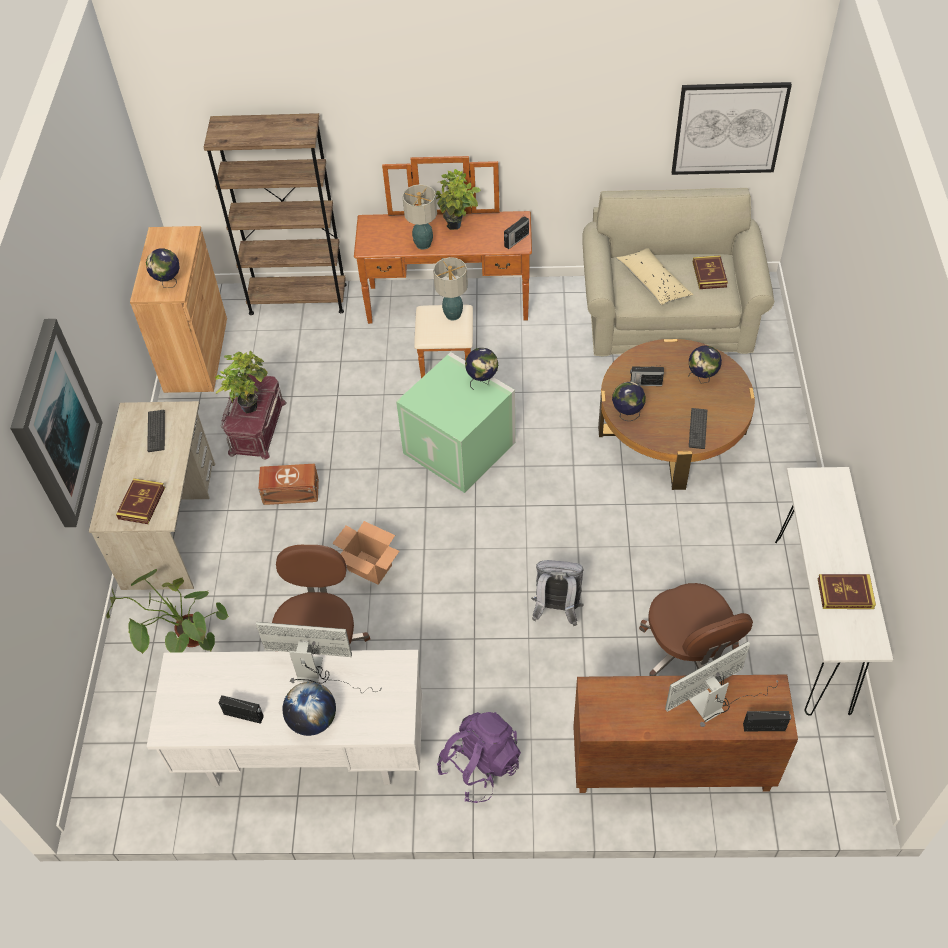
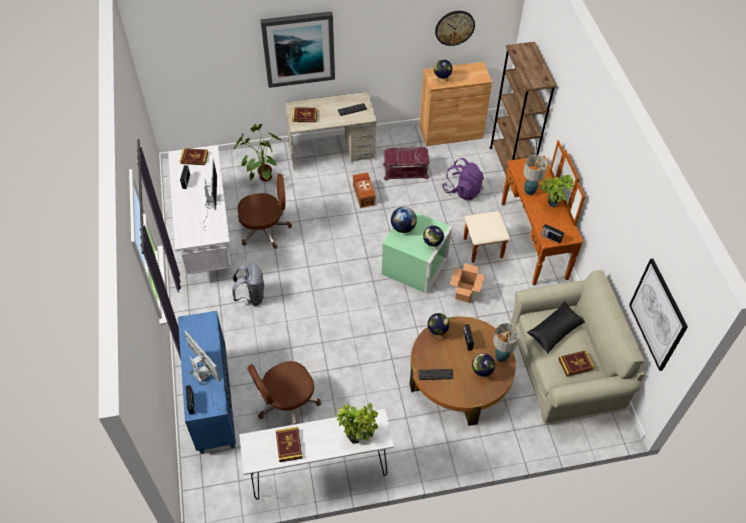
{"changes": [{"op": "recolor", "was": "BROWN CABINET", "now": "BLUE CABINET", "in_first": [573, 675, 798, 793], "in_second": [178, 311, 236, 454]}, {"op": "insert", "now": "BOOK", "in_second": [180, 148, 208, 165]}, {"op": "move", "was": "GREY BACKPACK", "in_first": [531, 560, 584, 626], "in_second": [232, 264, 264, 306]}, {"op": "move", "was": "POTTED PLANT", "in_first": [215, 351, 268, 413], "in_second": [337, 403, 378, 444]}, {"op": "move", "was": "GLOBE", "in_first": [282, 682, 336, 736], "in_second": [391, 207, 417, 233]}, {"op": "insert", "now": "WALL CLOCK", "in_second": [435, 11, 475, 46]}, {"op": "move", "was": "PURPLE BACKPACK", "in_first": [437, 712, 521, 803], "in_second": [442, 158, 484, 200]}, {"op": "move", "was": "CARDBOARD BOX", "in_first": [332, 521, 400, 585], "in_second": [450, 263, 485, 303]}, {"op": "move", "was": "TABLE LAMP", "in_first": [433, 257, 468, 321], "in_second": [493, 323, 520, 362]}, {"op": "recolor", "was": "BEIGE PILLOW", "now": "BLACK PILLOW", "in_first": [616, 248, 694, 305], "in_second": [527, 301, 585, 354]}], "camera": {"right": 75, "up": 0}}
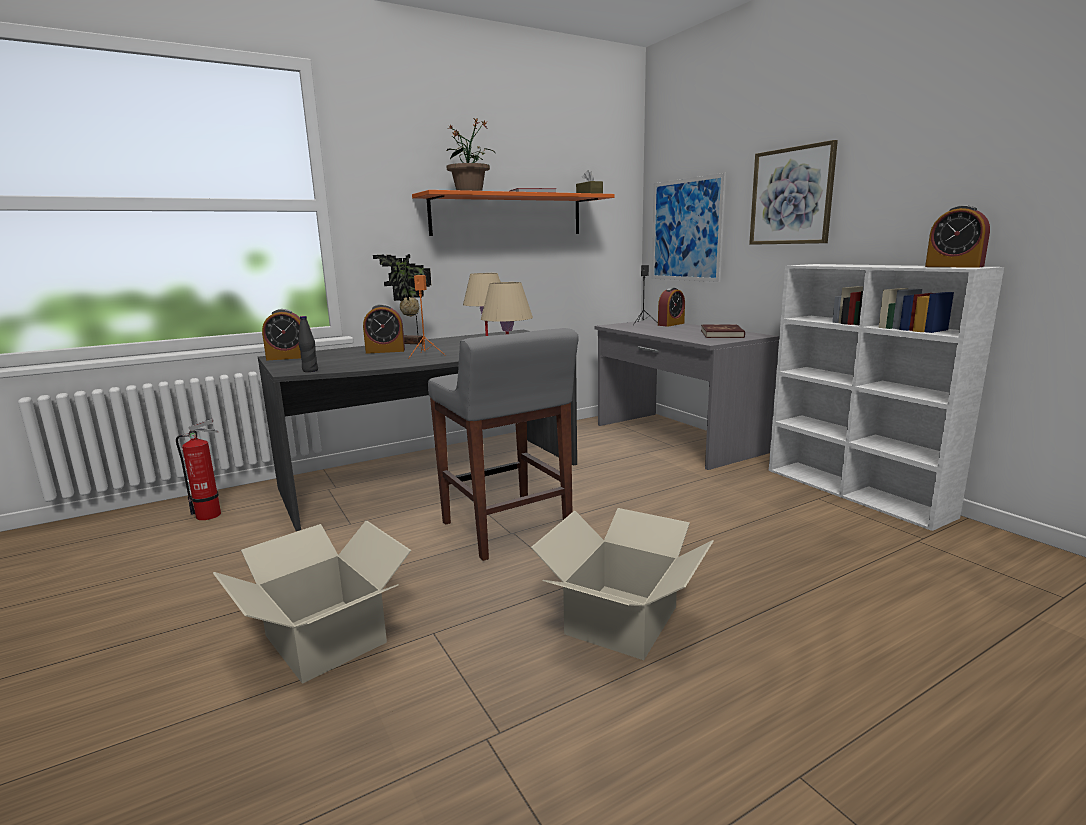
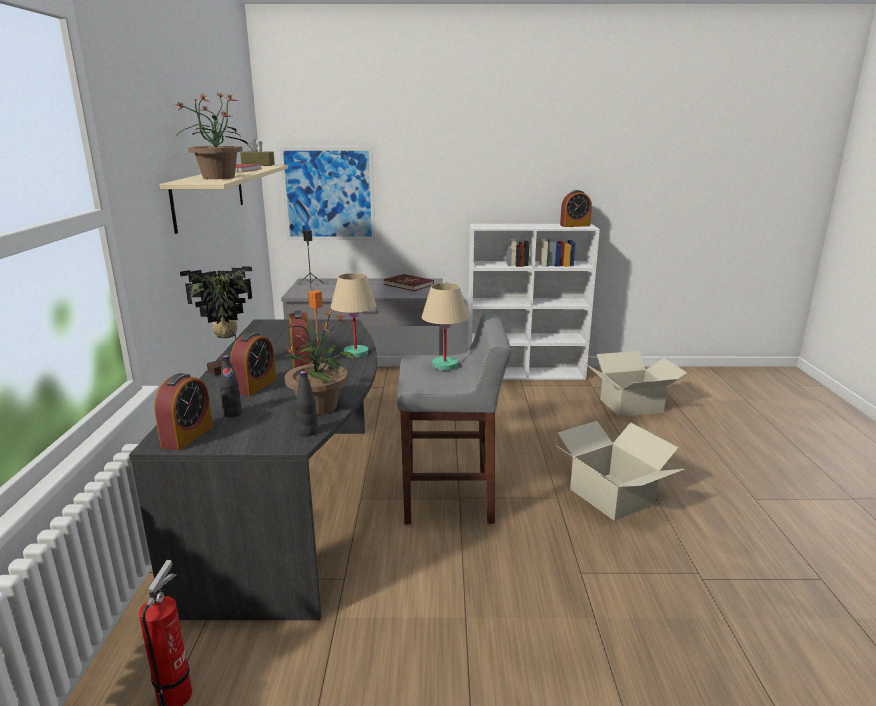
{"changes": [{"op": "recolor", "was": "ORANGE SHELF", "now": "BEIGE SHELF", "in_first": [412, 190, 614, 236], "in_second": [159, 165, 288, 234]}, {"op": "insert", "now": "BLACK BOTTLE", "in_second": [220, 355, 242, 417]}, {"op": "insert", "now": "POTTED PLANT", "in_second": [284, 309, 356, 415]}, {"op": "move", "was": "ALARM CLOCK", "in_first": [658, 288, 685, 327], "in_second": [289, 310, 311, 368]}, {"op": "move", "was": "CARDBOARD BOX", "in_first": [213, 521, 412, 684], "in_second": [586, 351, 687, 417]}, {"op": "delete", "was": "PICTURE", "in_first": [749, 140, 838, 245]}], "camera": {"right": -60, "up": 5}}
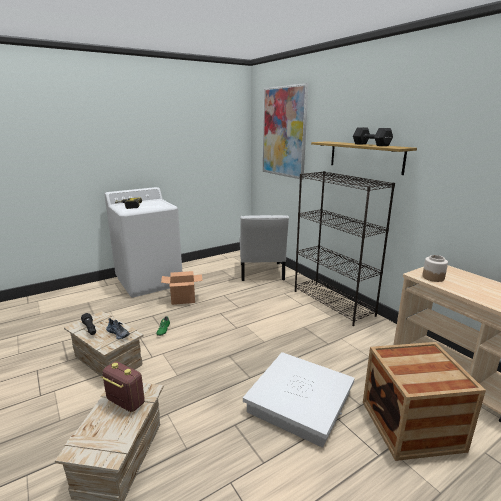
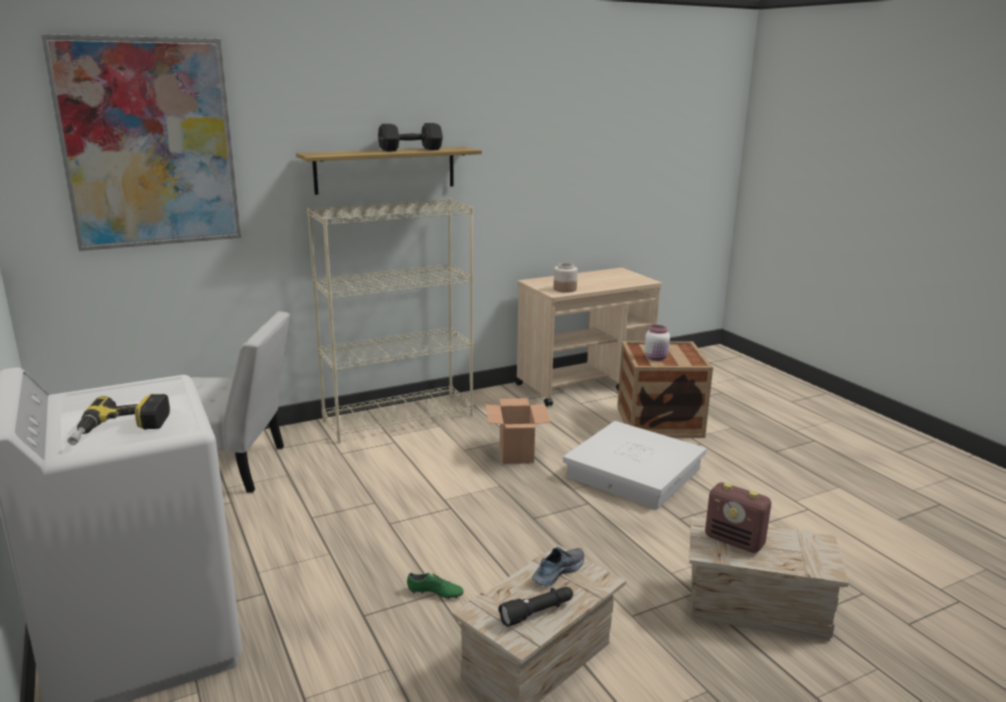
{"changes": [{"op": "recolor", "was": "BLACK BOOKCASE", "now": "BEIGE BOOKCASE", "in_first": [295, 171, 395, 326], "in_second": [307, 198, 473, 443]}, {"op": "move", "was": "CARDBOARD BOX", "in_first": [161, 271, 202, 305], "in_second": [485, 398, 551, 464]}, {"op": "insert", "now": "WHITE JAR", "in_second": [644, 325, 670, 361]}, {"op": "rotate", "was": "RADIO", "in_first": [101, 361, 145, 412], "in_second": [705, 482, 771, 553], "clockwise": -90}], "camera": {"right": -85, "up": 0}}
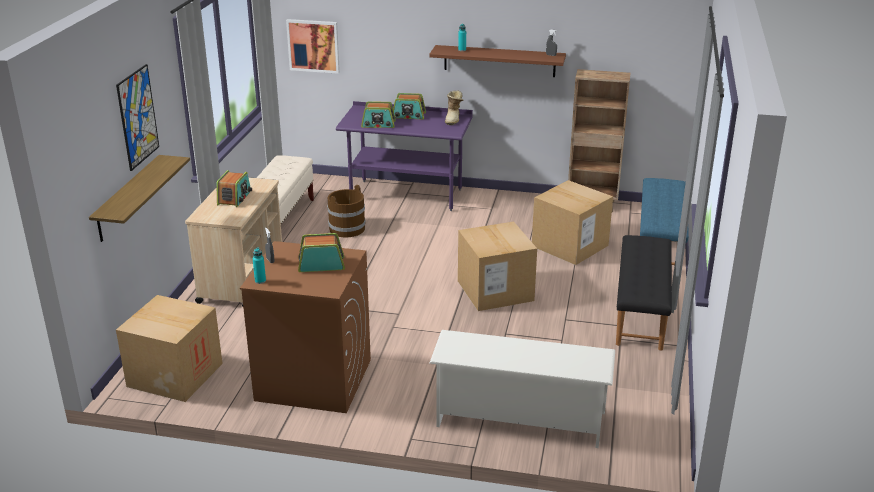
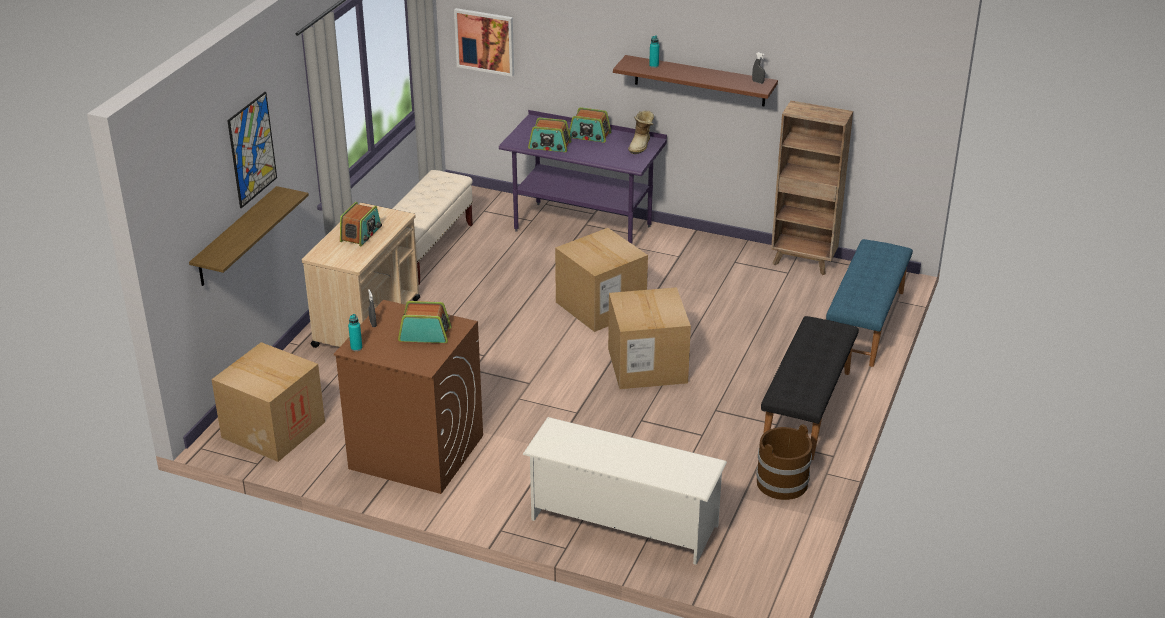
{"changes": [{"op": "move", "was": "CARDBOARD BOX", "in_first": [532, 180, 613, 265], "in_second": [555, 228, 648, 332]}, {"op": "move", "was": "BROWN BUCKET", "in_first": [327, 185, 366, 237], "in_second": [756, 424, 812, 500]}], "camera": {"right": 10, "up": 5}}
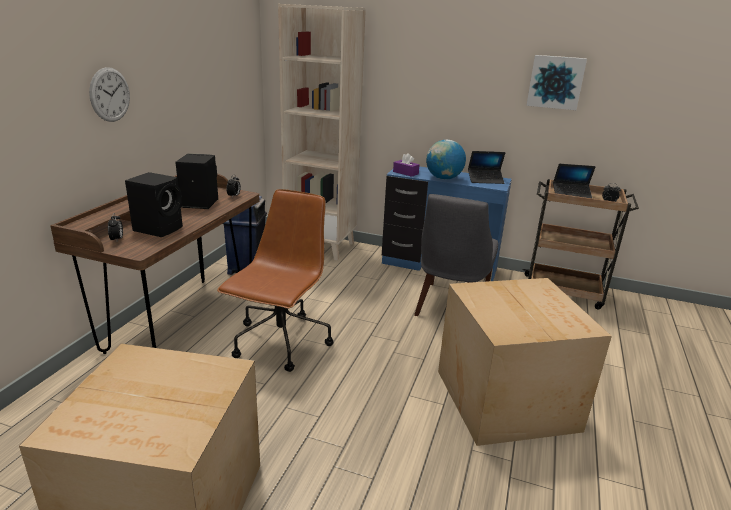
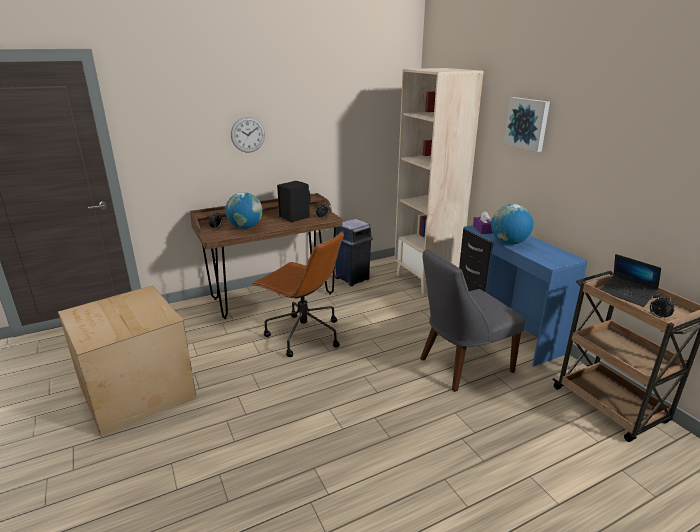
{"changes": [{"op": "replace", "was": "BLACK SPEAKER", "now": "GLOBE", "in_first": [125, 172, 183, 237], "in_second": [225, 192, 263, 229]}, {"op": "rotate", "was": "BROWN OFFICE CHAIR", "in_first": [217, 189, 334, 372], "in_second": [252, 231, 344, 357], "clockwise": 60}, {"op": "move", "was": "PICTURE", "in_first": [526, 55, 587, 110], "in_second": [504, 97, 550, 152]}, {"op": "delete", "was": "CARDBOARD BOX", "in_first": [438, 278, 612, 446]}, {"op": "delete", "was": "LAPTOP", "in_first": [468, 151, 505, 184]}], "camera": {"right": 45, "up": 0}}
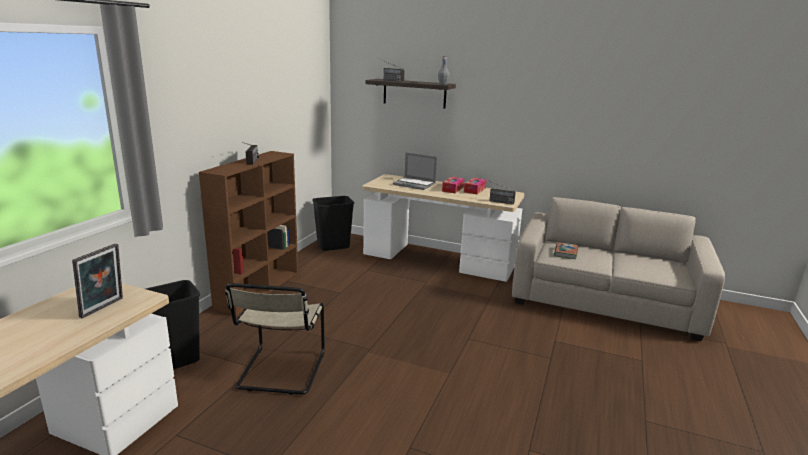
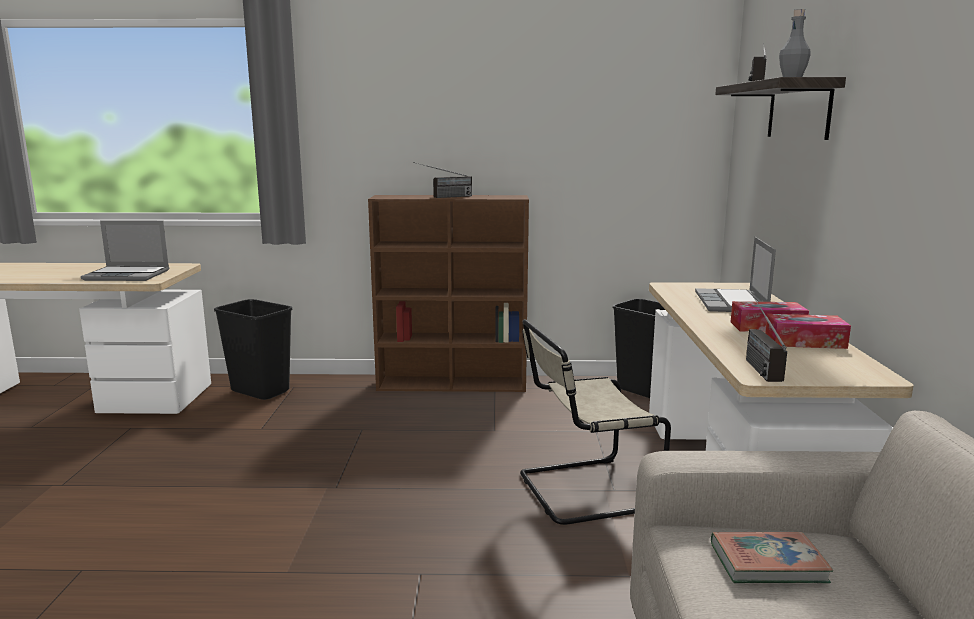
{"changes": [{"op": "replace", "was": "PICTURE FRAME", "now": "LAPTOP", "in_first": [72, 243, 123, 318], "in_second": [81, 220, 169, 281]}, {"op": "move", "was": "BEIGE CHAIR", "in_first": [225, 283, 325, 395], "in_second": [520, 319, 671, 525]}], "camera": {"right": 70, "up": -5}}
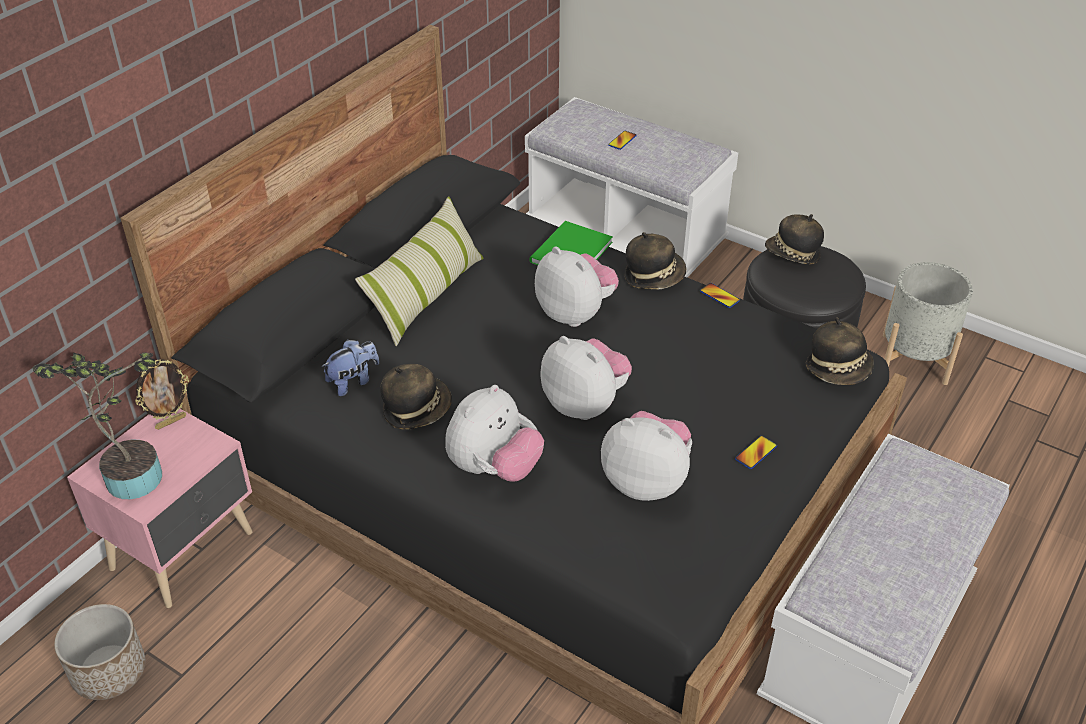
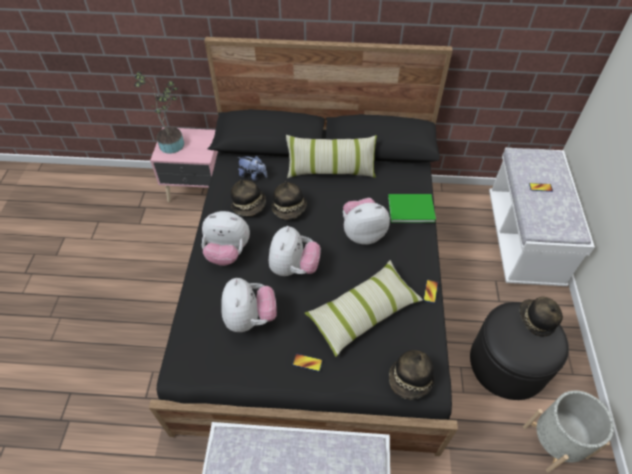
{"changes": [{"op": "move", "was": "HAT", "in_first": [625, 232, 686, 289], "in_second": [272, 181, 307, 220]}, {"op": "insert", "now": "PILLOW", "in_second": [305, 260, 423, 357]}, {"op": "rotate", "was": "PLUSH TOY", "in_first": [535, 247, 619, 327], "in_second": [343, 198, 390, 245], "clockwise": -120}, {"op": "delete", "was": "PLANTER", "in_first": [54, 604, 146, 700]}, {"op": "delete", "was": "PICTURE FRAME", "in_first": [135, 359, 189, 430]}], "camera": {"right": 60, "up": 10}}
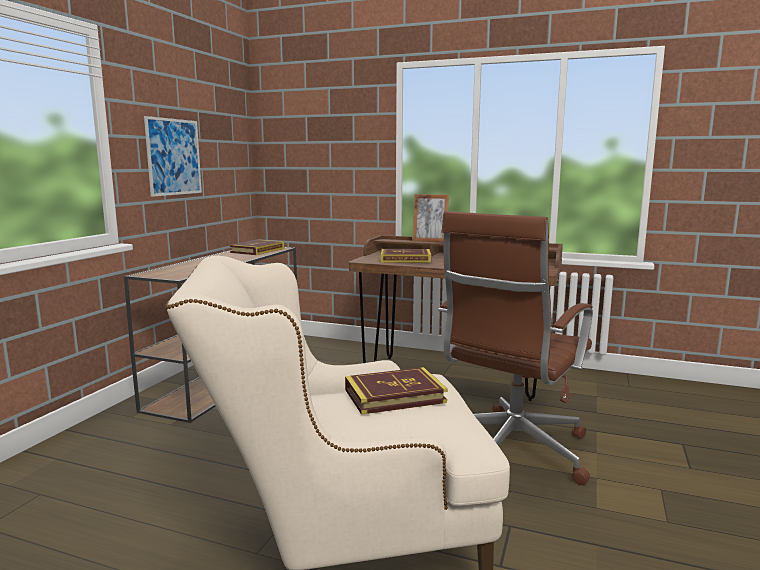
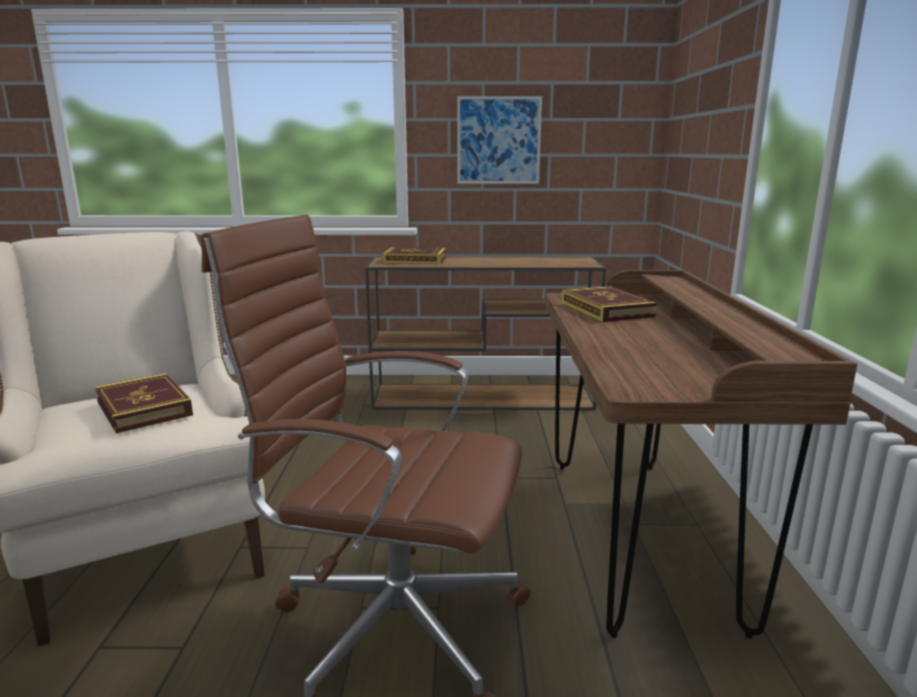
{"changes": [{"op": "move", "was": "BOOK", "in_first": [230, 240, 284, 255], "in_second": [383, 247, 446, 264]}, {"op": "delete", "was": "PICTURE FRAME", "in_first": [412, 194, 449, 242]}], "camera": {"right": 70, "up": 5}}
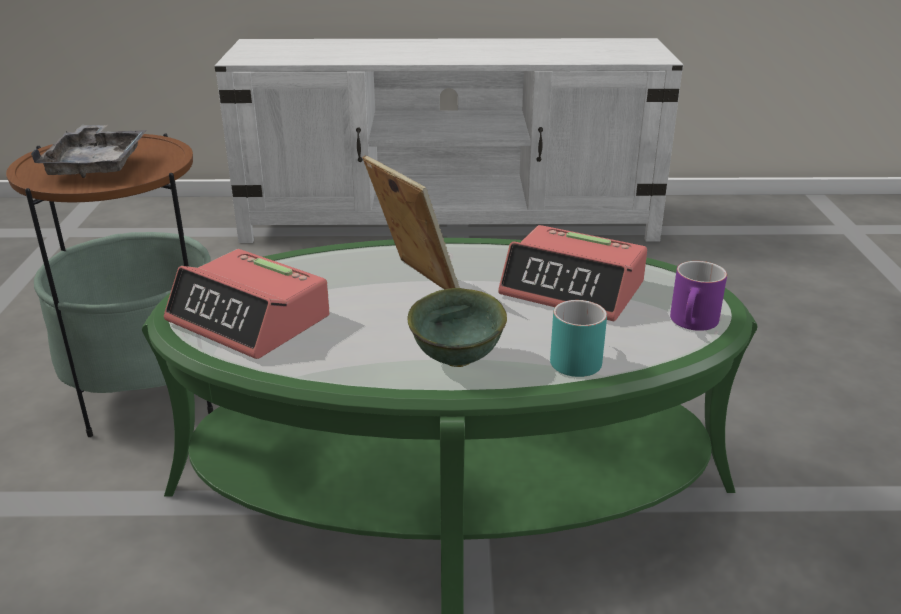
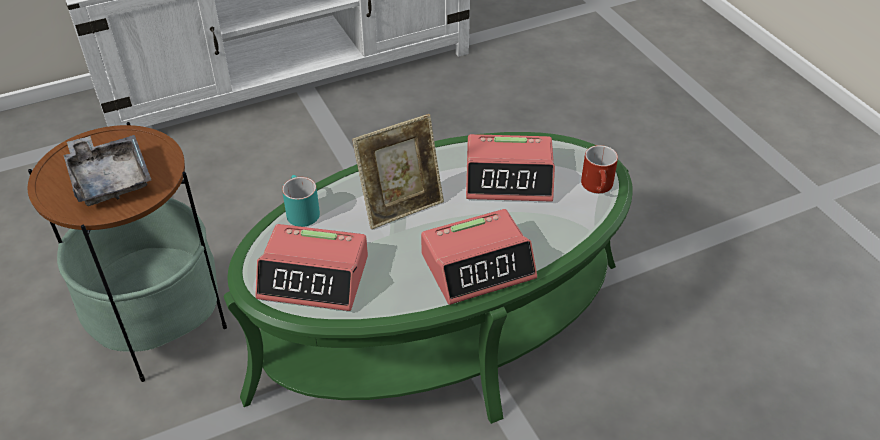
{"changes": [{"op": "move", "was": "TURQUOISE MUG", "in_first": [550, 300, 607, 377], "in_second": [282, 175, 320, 227]}, {"op": "rotate", "was": "PICTURE FRAME", "in_first": [362, 155, 460, 289], "in_second": [352, 114, 444, 229], "clockwise": 120}, {"op": "replace", "was": "GREEN BOWL", "now": "ALARM CLOCK", "in_first": [407, 288, 507, 367], "in_second": [421, 209, 537, 305]}, {"op": "recolor", "was": "PURPLE MUG", "now": "RED MUG", "in_first": [670, 261, 727, 331], "in_second": [581, 145, 618, 193]}], "camera": {"right": -25, "up": 15}}
